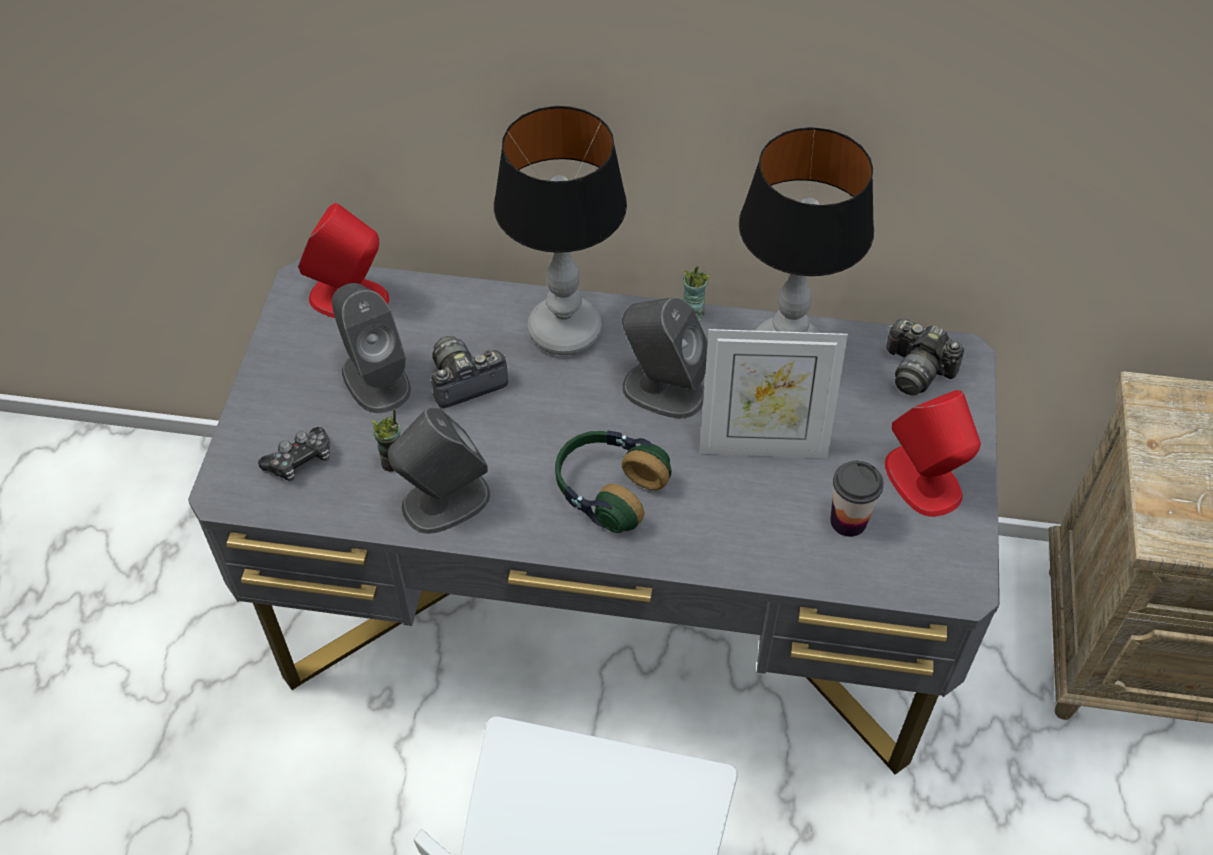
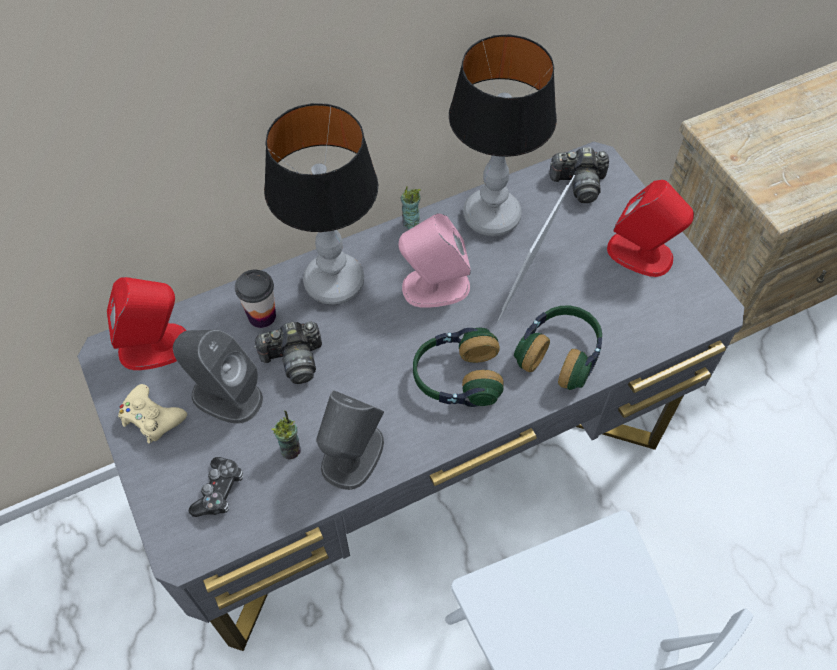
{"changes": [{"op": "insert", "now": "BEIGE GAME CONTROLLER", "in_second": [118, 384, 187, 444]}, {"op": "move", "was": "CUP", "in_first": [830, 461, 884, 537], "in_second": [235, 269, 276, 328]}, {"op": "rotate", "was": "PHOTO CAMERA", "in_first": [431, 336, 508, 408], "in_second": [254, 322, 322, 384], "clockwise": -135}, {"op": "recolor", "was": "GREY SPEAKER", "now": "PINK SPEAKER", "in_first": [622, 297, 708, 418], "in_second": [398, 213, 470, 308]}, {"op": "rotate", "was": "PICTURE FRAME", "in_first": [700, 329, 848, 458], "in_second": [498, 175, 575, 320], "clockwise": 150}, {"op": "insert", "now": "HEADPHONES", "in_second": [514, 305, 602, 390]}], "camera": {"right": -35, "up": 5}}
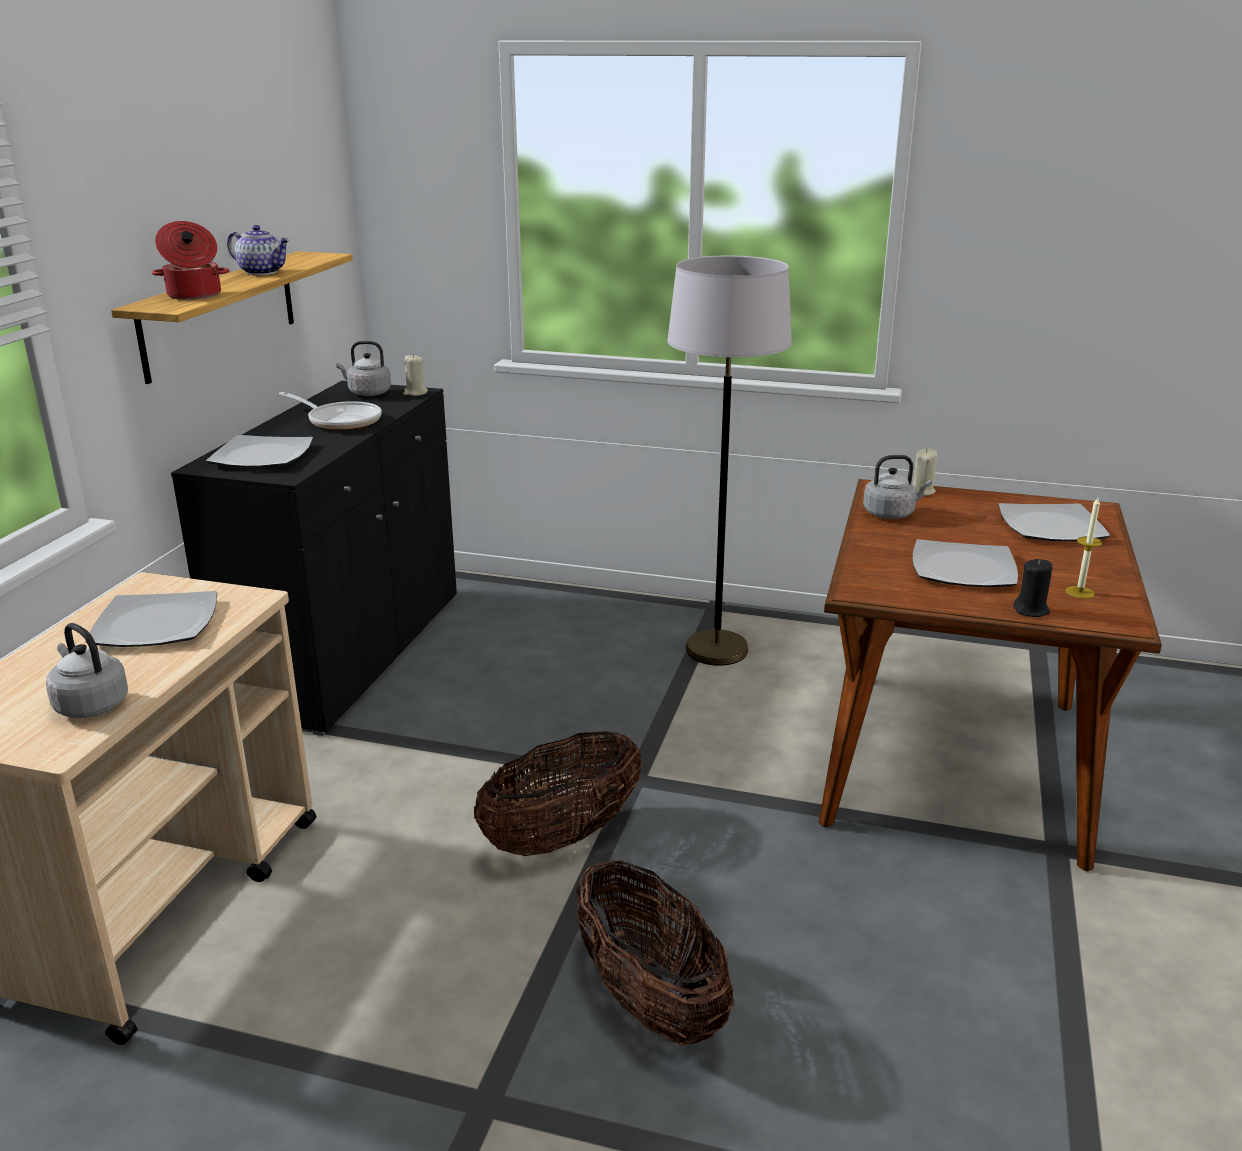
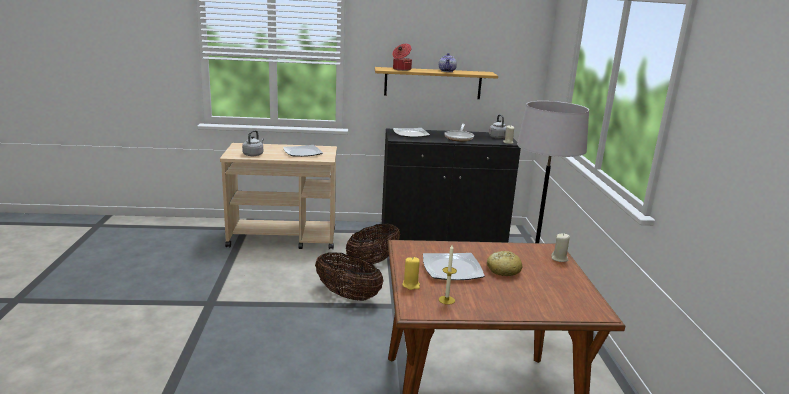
{"changes": [{"op": "move", "was": "BASKET", "in_first": [576, 859, 734, 1045], "in_second": [346, 224, 400, 264]}, {"op": "recolor", "was": "BLACK CANDLE", "now": "YELLOW CANDLE", "in_first": [1014, 559, 1052, 617], "in_second": [402, 257, 420, 290]}, {"op": "insert", "now": "BREAD", "in_second": [487, 251, 523, 276]}, {"op": "delete", "was": "GREY KETTLE", "in_first": [863, 455, 932, 519]}, {"op": "delete", "was": "PLATE", "in_first": [998, 503, 1110, 541]}], "camera": {"right": 70, "up": -5}}
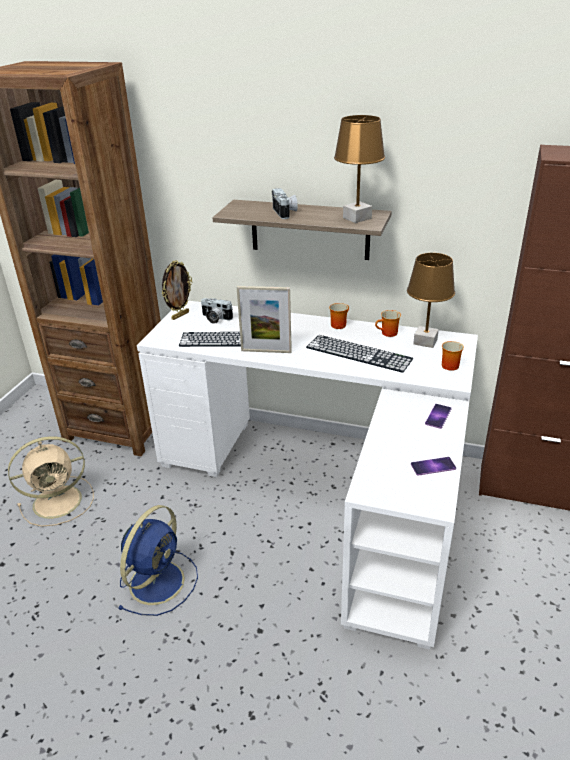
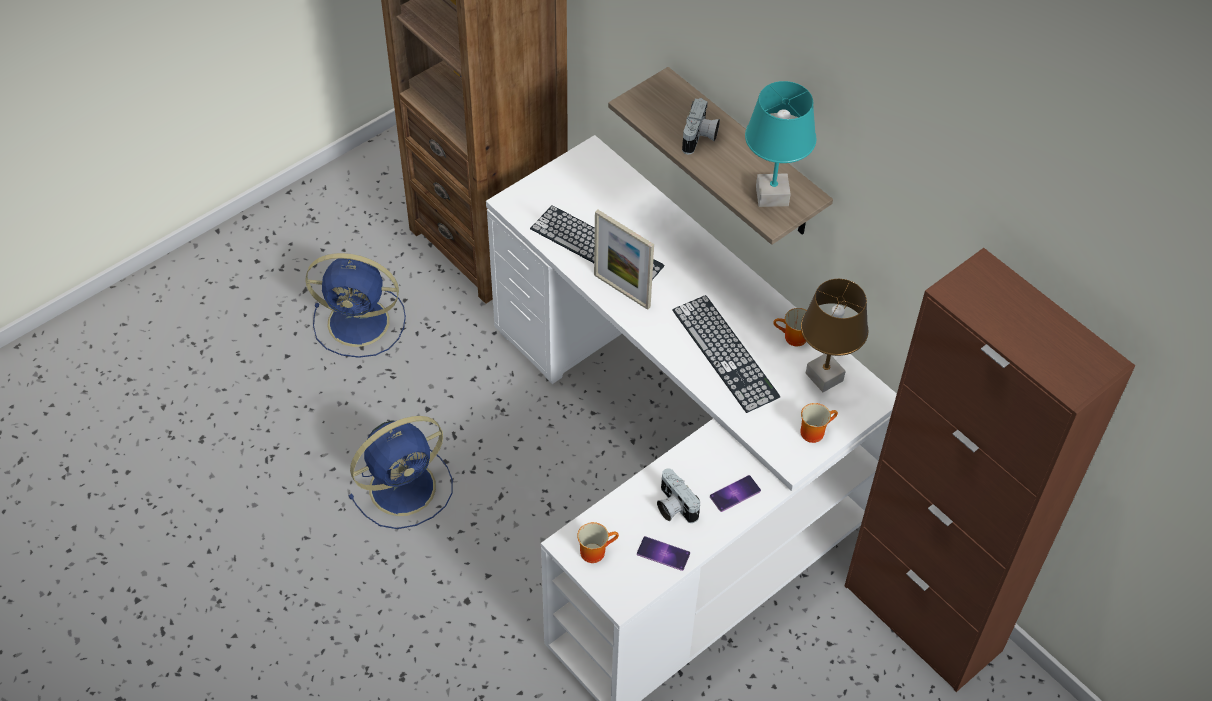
{"changes": [{"op": "recolor", "was": "BEIGE FAN", "now": "BLUE FAN", "in_first": [8, 436, 94, 527], "in_second": [305, 253, 406, 358]}, {"op": "move", "was": "MUG", "in_first": [329, 303, 349, 329], "in_second": [577, 522, 619, 563]}, {"op": "move", "was": "PHOTO CAMERA", "in_first": [201, 298, 233, 324], "in_second": [657, 468, 700, 523]}, {"op": "recolor", "was": "BROWN TABLE LAMP", "now": "TURQUOISE TABLE LAMP", "in_first": [334, 115, 385, 223], "in_second": [745, 81, 816, 207]}, {"op": "delete", "was": "PICTURE FRAME", "in_first": [162, 260, 193, 320]}], "camera": {"right": 30, "up": 20}}
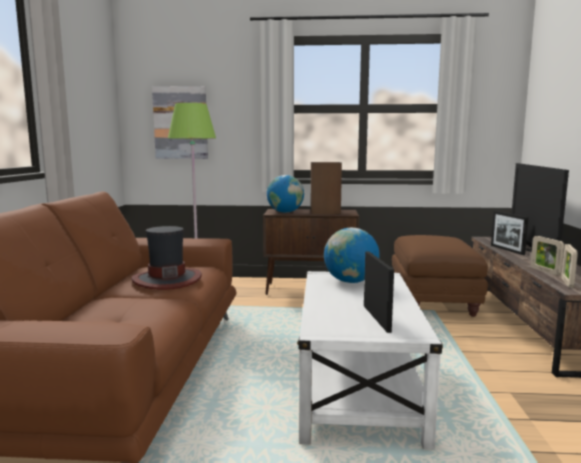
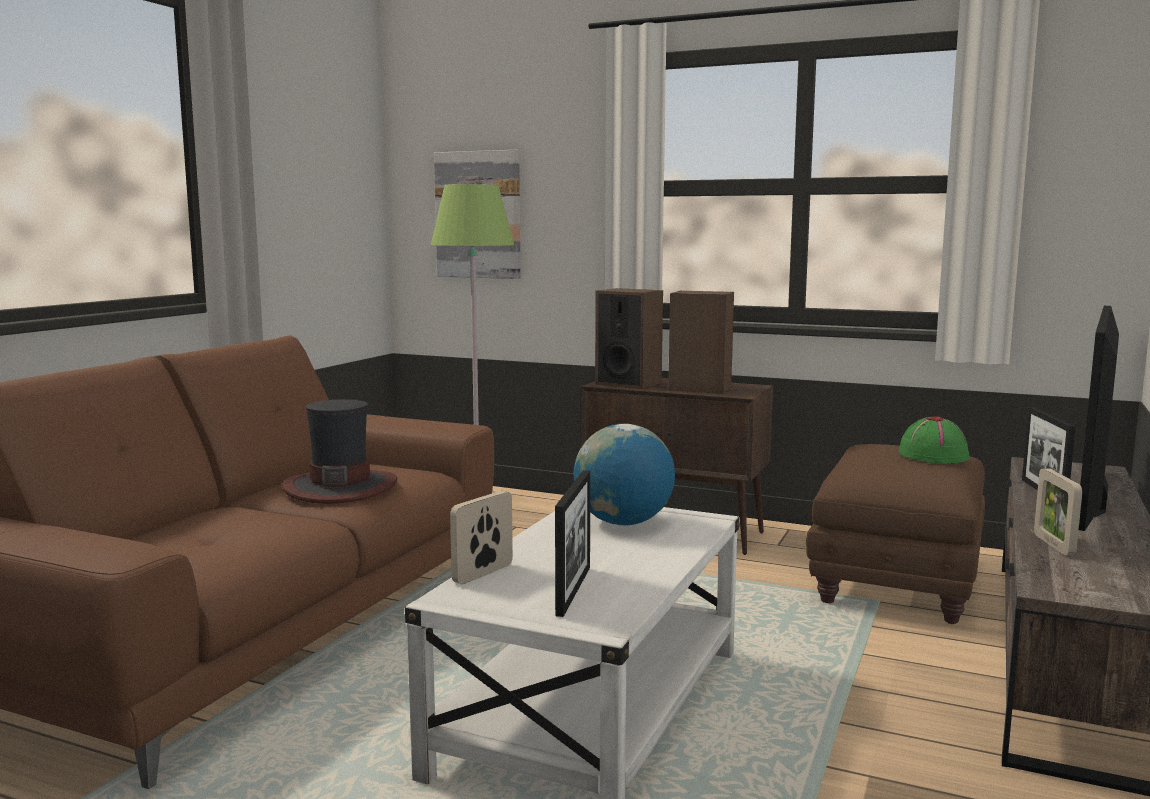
{"changes": [{"op": "move", "was": "PICTURE FRAME", "in_first": [561, 244, 578, 287], "in_second": [450, 491, 513, 584]}, {"op": "replace", "was": "GLOBE", "now": "SPEAKER", "in_first": [267, 175, 304, 213], "in_second": [595, 288, 663, 389]}, {"op": "insert", "now": "GREEN HAT", "in_second": [899, 416, 970, 464]}], "camera": {"right": 20, "up": 0}}
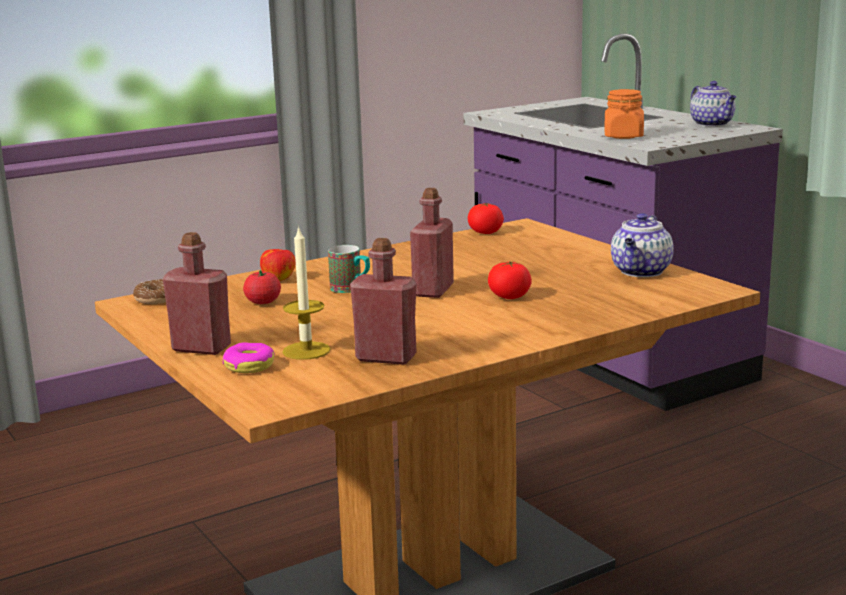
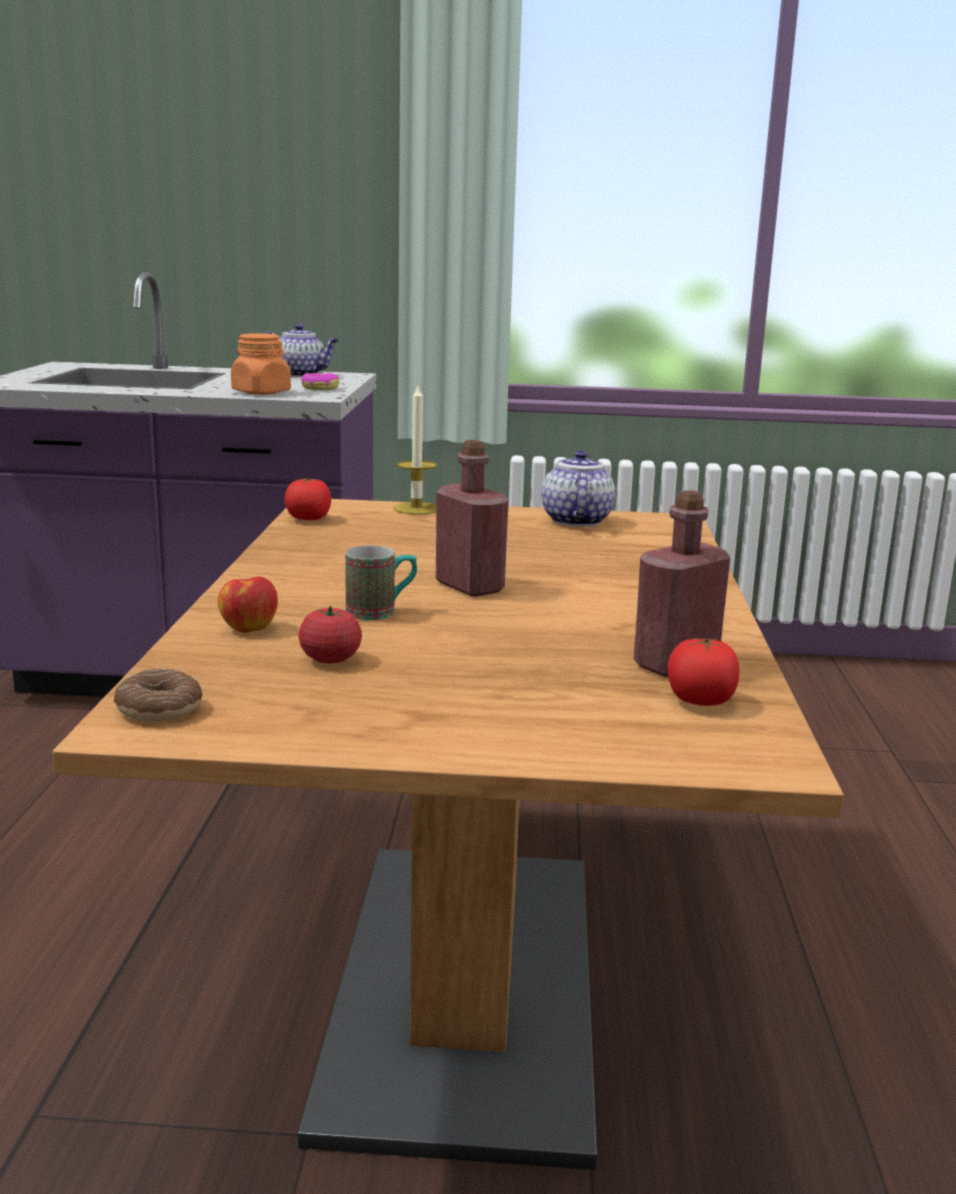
{"changes": [{"op": "move", "was": "DONUT", "in_first": [223, 342, 275, 373], "in_second": [301, 373, 340, 390]}, {"op": "move", "was": "CANDLE", "in_first": [282, 226, 331, 360], "in_second": [394, 386, 437, 515]}, {"op": "rotate", "was": "TEAPOT", "in_first": [611, 213, 674, 277], "in_second": [541, 450, 615, 527], "clockwise": -150}, {"op": "move", "was": "TOMATO", "in_first": [488, 261, 532, 299], "in_second": [668, 637, 739, 706]}, {"op": "delete", "was": "RED BOTTLE", "in_first": [163, 232, 231, 355]}], "camera": {"right": -55, "up": 0}}
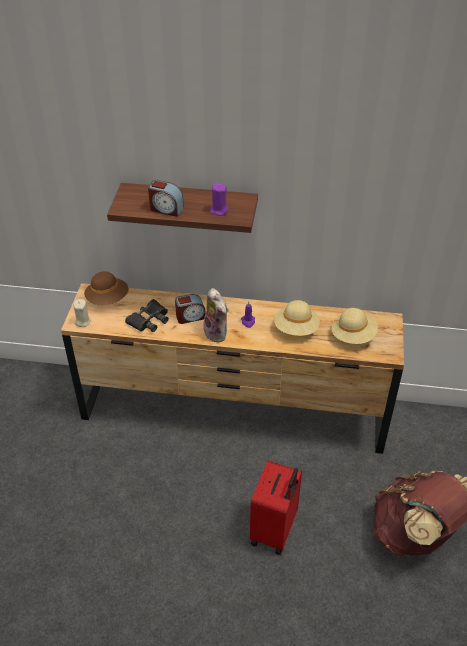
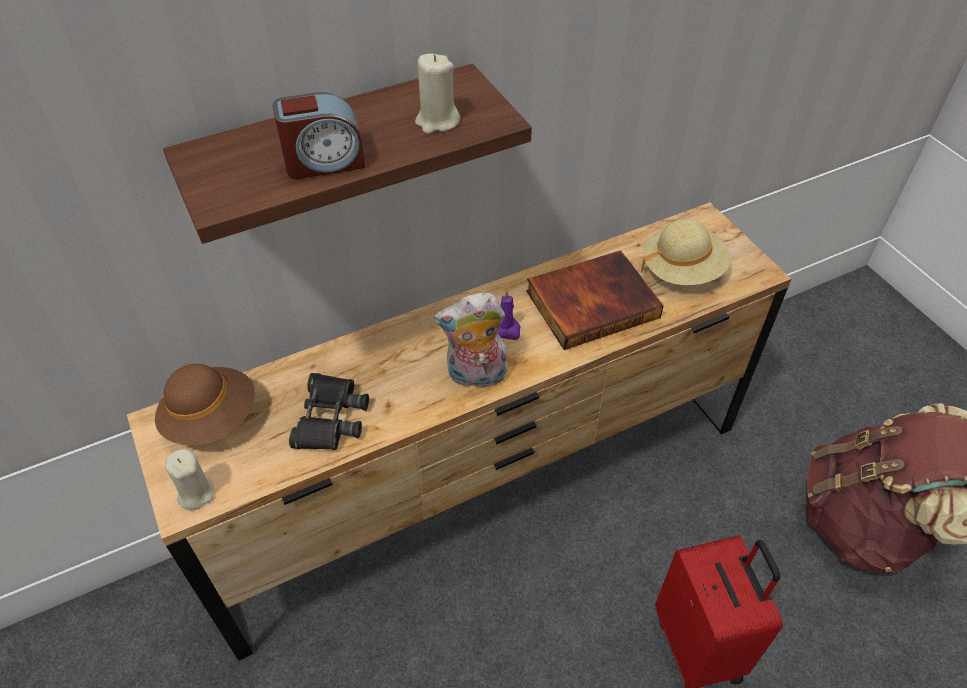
{"changes": [{"op": "recolor", "was": "PURPLE CANDLE", "now": "BEIGE CANDLE", "in_first": [210, 183, 229, 216], "in_second": [415, 53, 460, 134]}, {"op": "rotate", "was": "PLUSH TOY", "in_first": [203, 288, 228, 342], "in_second": [434, 293, 507, 387], "clockwise": 150}, {"op": "replace", "was": "BEIGE HAT", "now": "BOOK", "in_first": [274, 300, 320, 336], "in_second": [526, 250, 664, 350]}, {"op": "delete", "was": "ALARM CLOCK", "in_first": [175, 294, 206, 324]}], "camera": {"right": -35, "up": 5}}
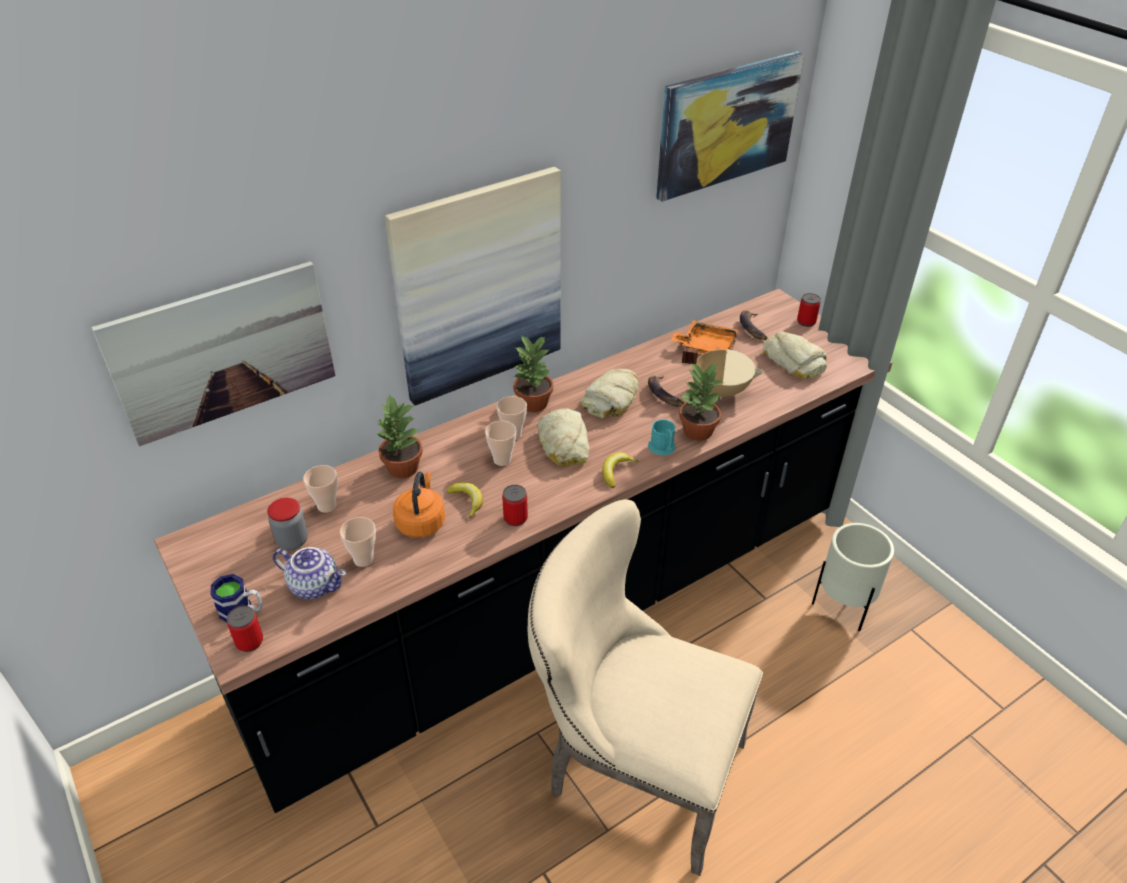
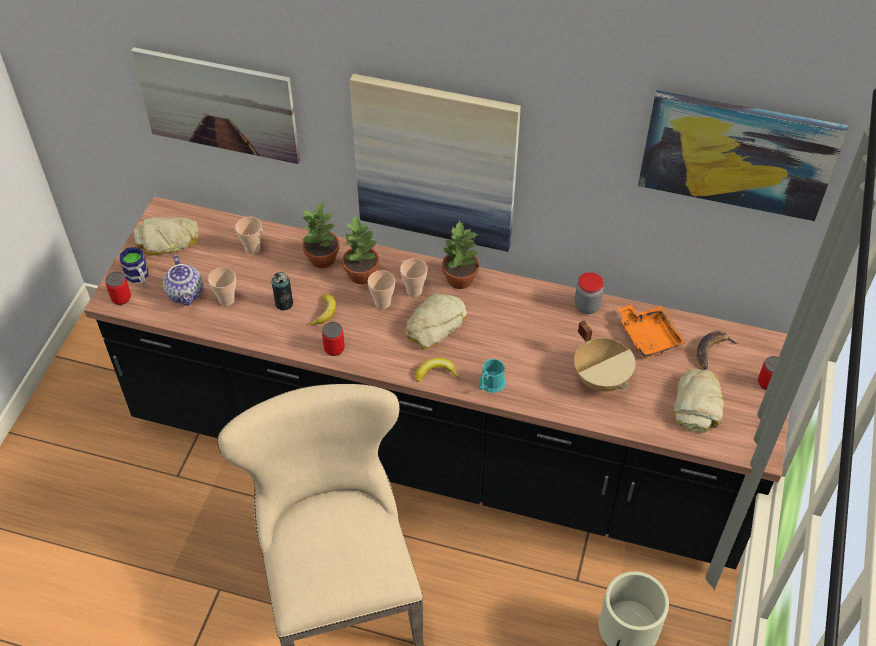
{"changes": [{"op": "move", "was": "BREAD", "in_first": [581, 369, 638, 419], "in_second": [134, 217, 199, 256]}, {"op": "replace", "was": "ORANGE KETTLE", "now": "CAN", "in_first": [393, 472, 445, 538], "in_second": [271, 272, 293, 310]}, {"op": "move", "was": "POTTED PLANT", "in_first": [679, 363, 725, 441], "in_second": [342, 214, 379, 284]}, {"op": "move", "was": "JAR", "in_first": [267, 498, 308, 550], "in_second": [575, 272, 604, 314]}, {"op": "delete", "was": "BANANA", "in_first": [648, 375, 684, 407]}], "camera": {"right": 50, "up": 10}}
